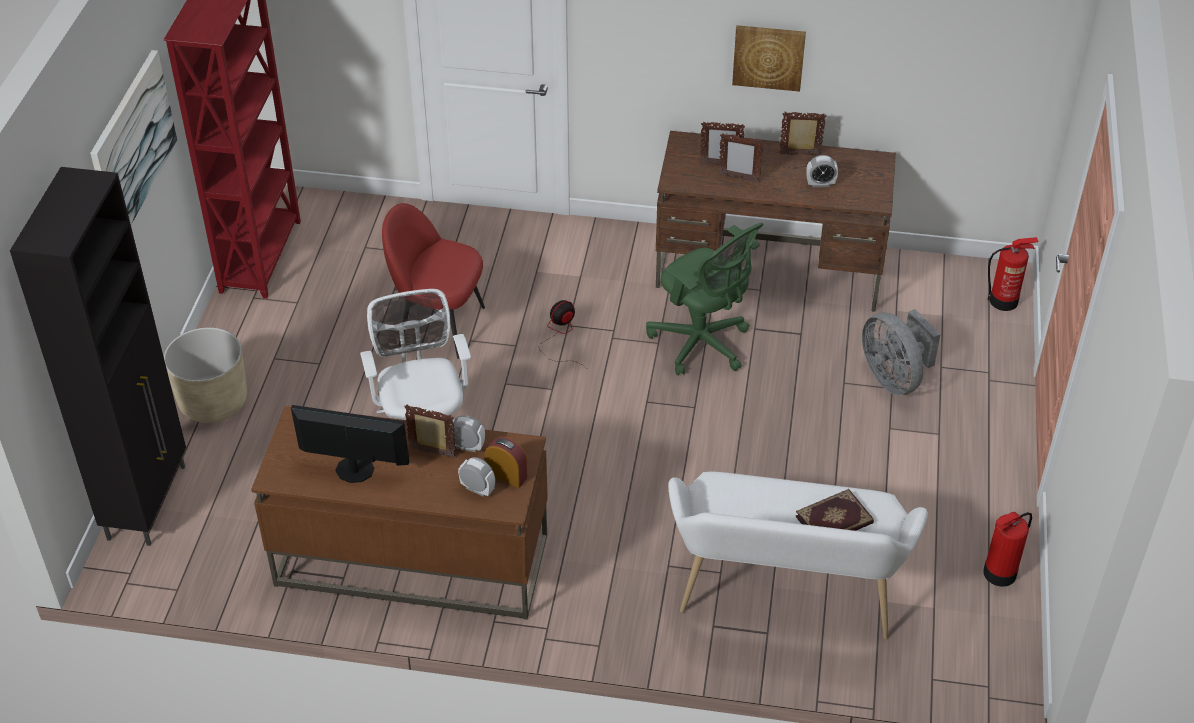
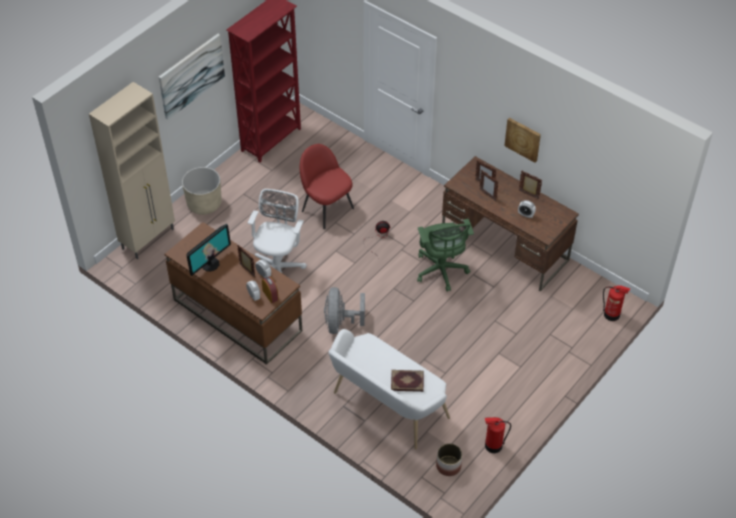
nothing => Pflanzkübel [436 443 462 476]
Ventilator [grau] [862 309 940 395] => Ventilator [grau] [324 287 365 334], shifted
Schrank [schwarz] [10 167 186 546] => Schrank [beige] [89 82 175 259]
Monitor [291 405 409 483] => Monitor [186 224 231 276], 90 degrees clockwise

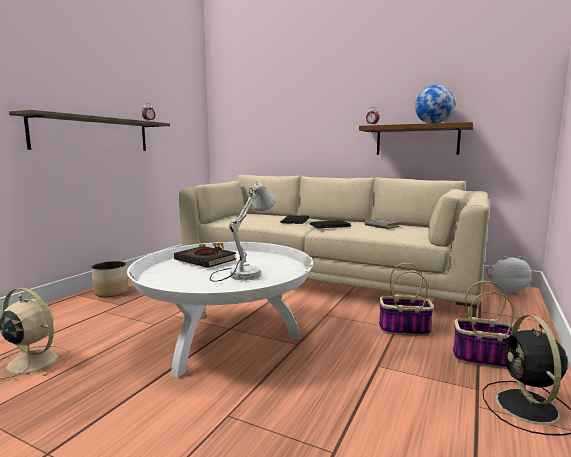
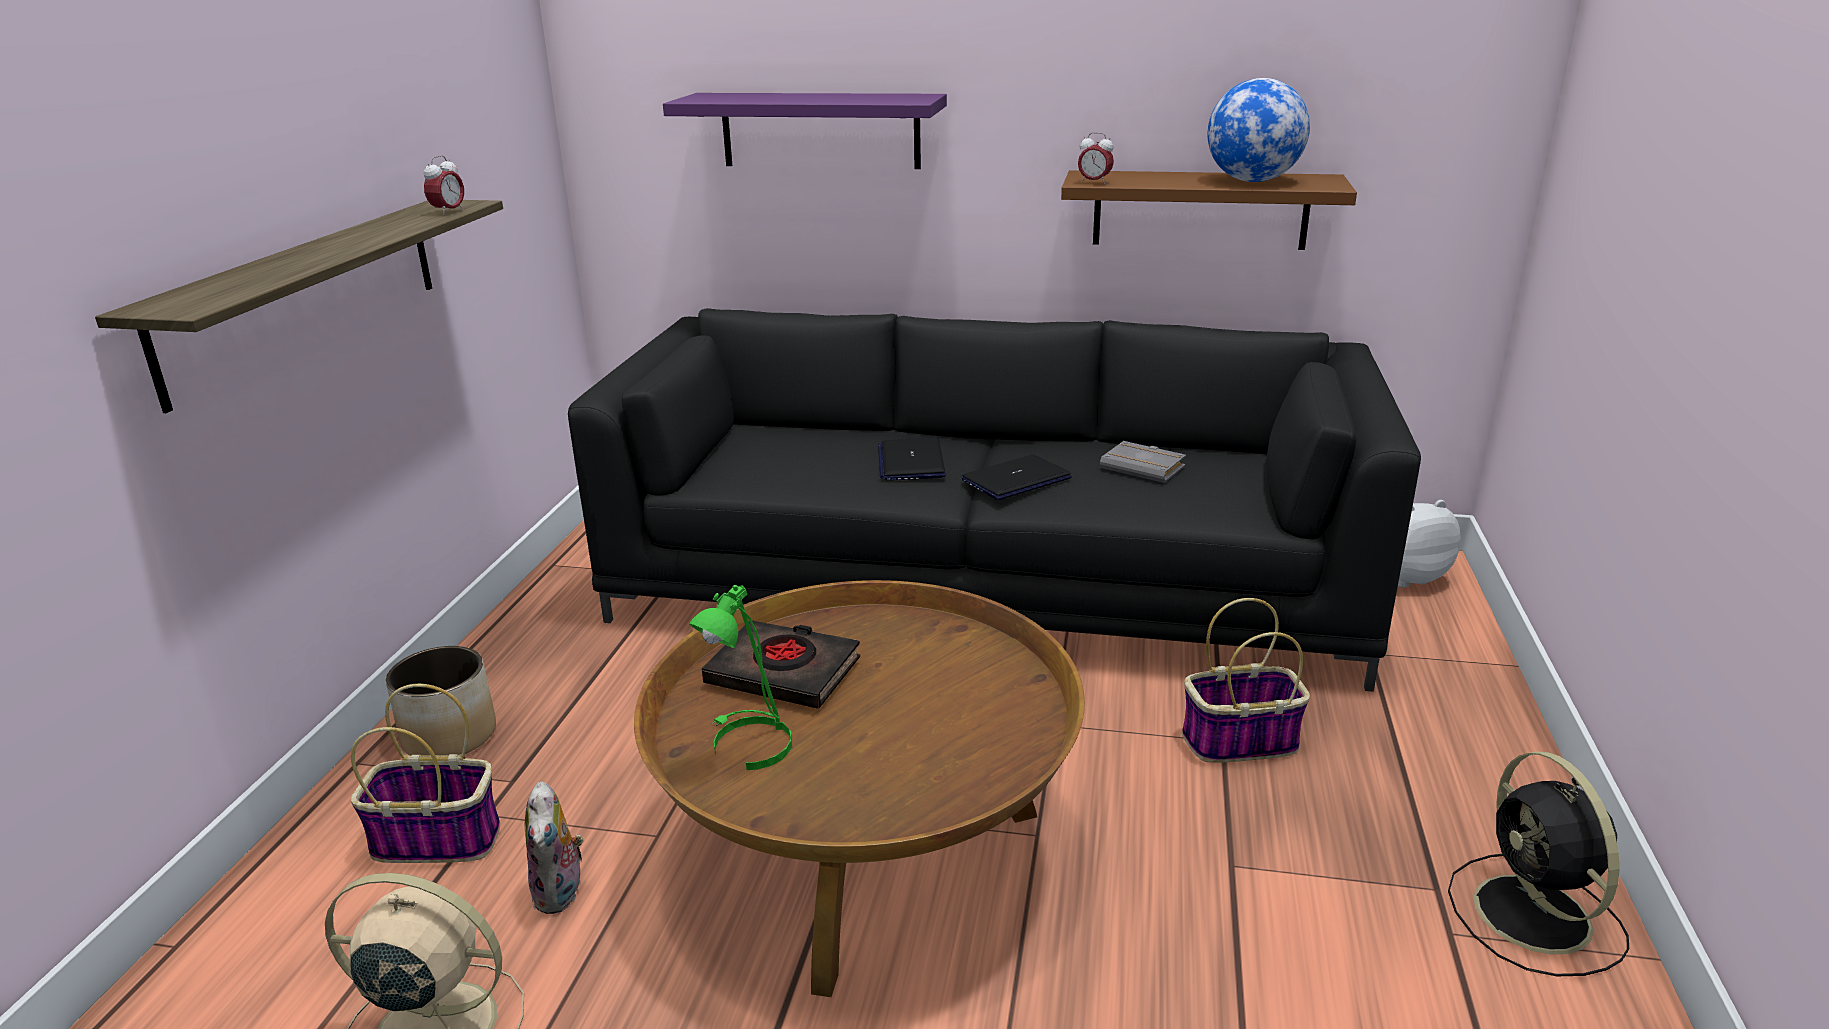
Tischlampe [weiß] [210 182 276 282] => nothing
nothing => Plüschtier [525 781 584 914]
nothing => Wandregal [lila] [663 93 947 169]
nothing => Tischlampe [grün] [689 585 792 770]
Korb [453 281 520 369] => Korb [351 684 500 863], shifted
Couchtisch [weiß] [127 242 313 378] => Couchtisch [braun] [634 580 1085 997]
Sofa [beige] [179 175 489 317] => Sofa [schwarz] [568 308 1421 692]

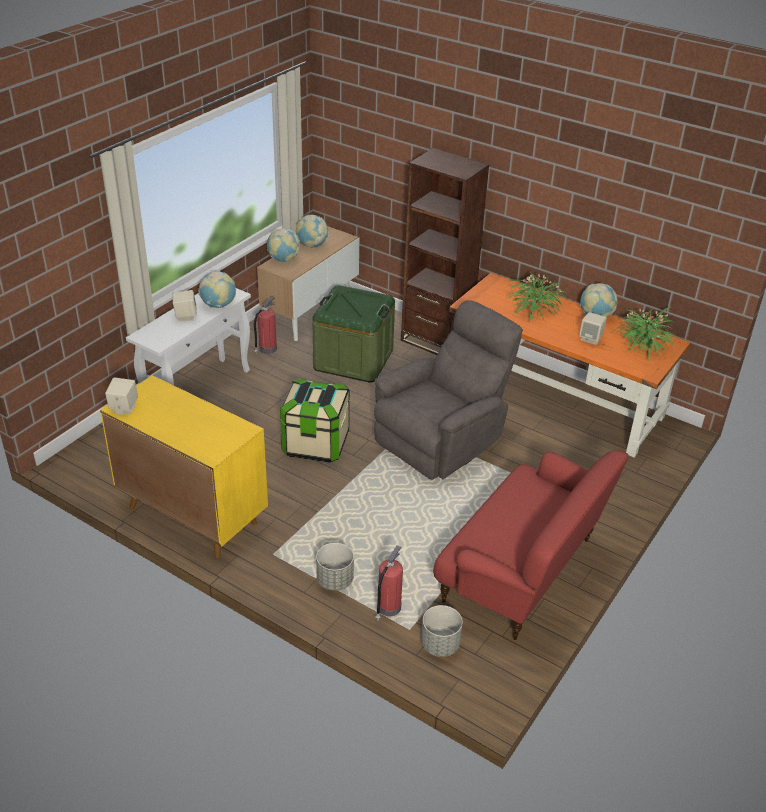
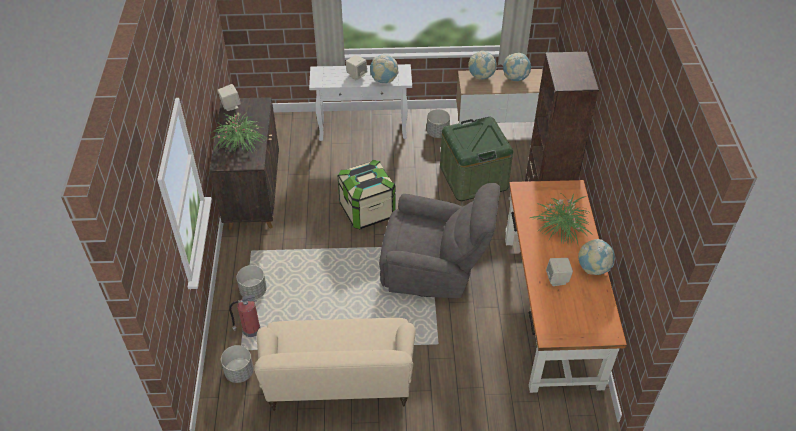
Topfpflanze [612 307 675 358] => Topfpflanze [209 112 268 154], shifted
Feuerlöscher [254 297 277 355] => Pflanzkübel [grau] [427 109 450 138]
Schrank [gelb] [100 375 268 558] => Schrank [braun] [210 97 279 229]
Sofa [rot] [433 450 629 640] => Sofa [beige] [254 318 416 411]

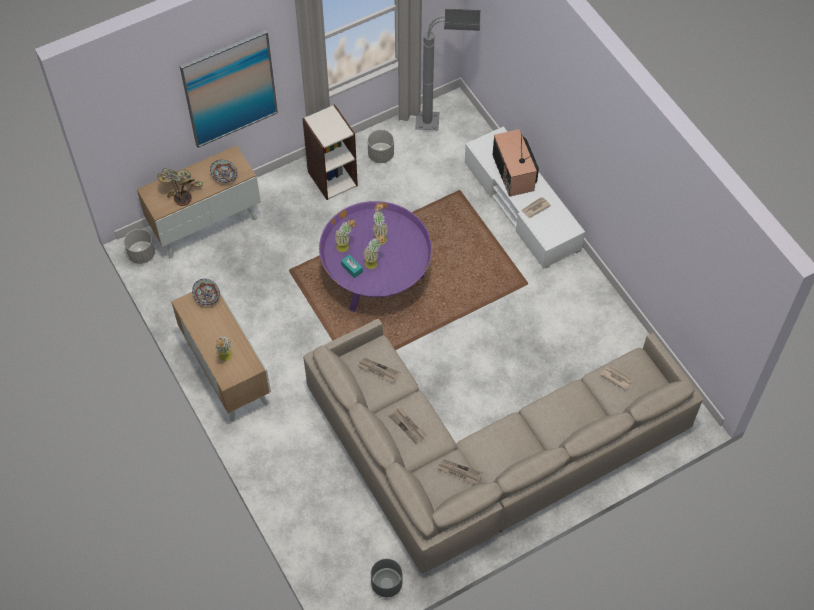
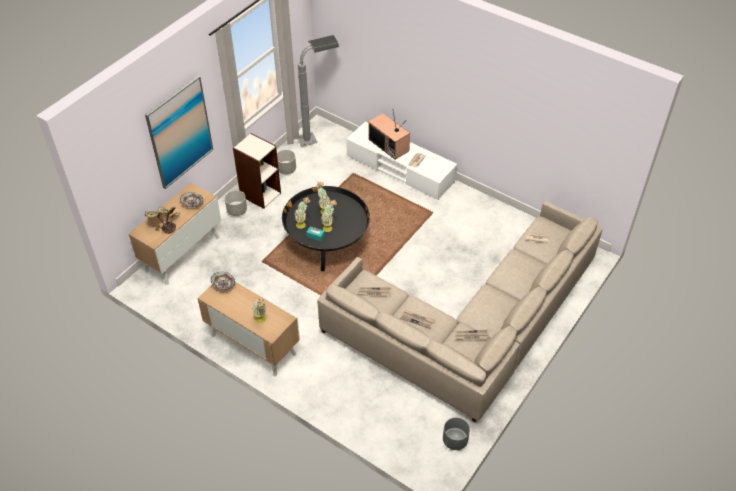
Pflanzkübel [grau] [124 229 155 264] => Pflanzkübel [grau] [225 190 247 216], shifted
Couchtisch [lila] [319 201 432 312] => Couchtisch [schwarz] [282 186 370 271]

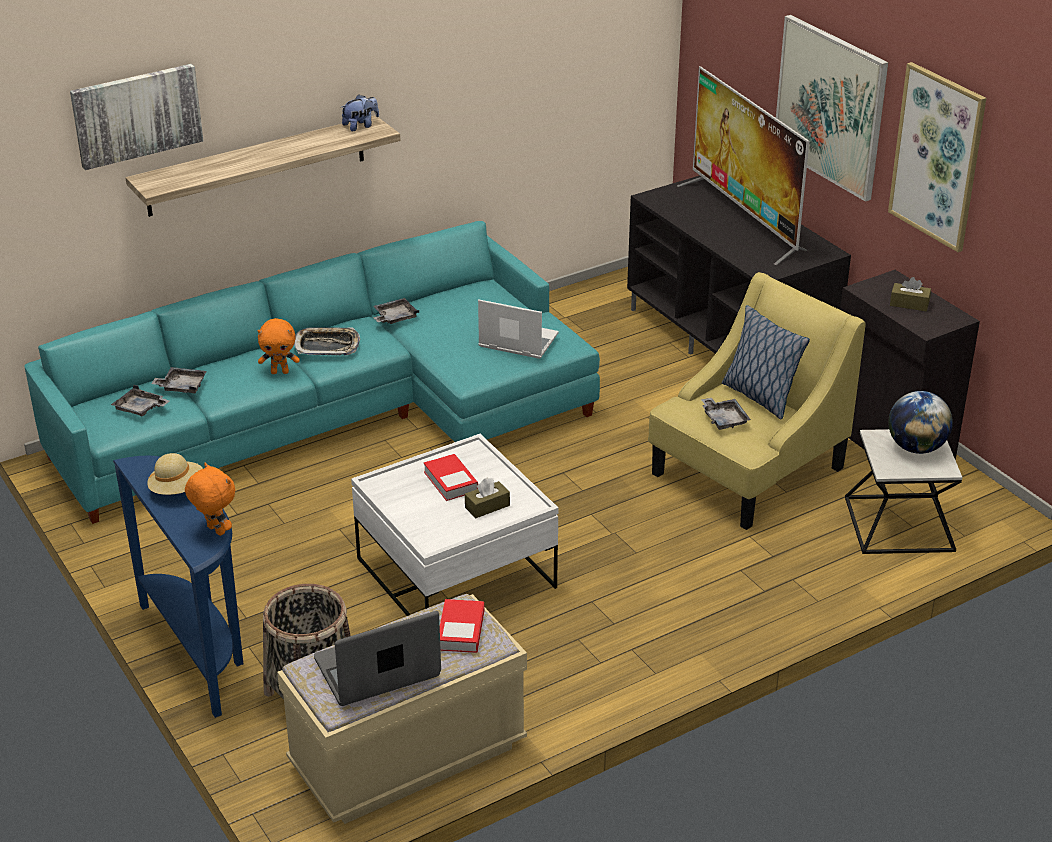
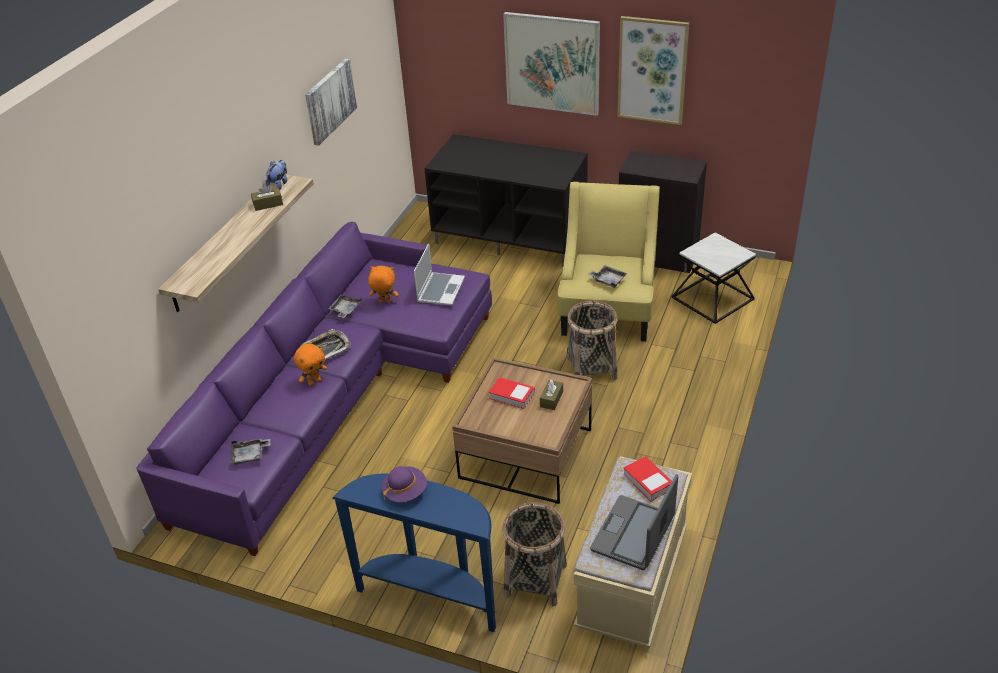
Tablett [grau] [151 367 207 393] => nothing
Fernseher [677 66 809 265] => nothing
Kissen [722 305 810 419] => nothing
Globus [888 391 953 454] => nothing
nothing => Korb [567 301 618 381]
Bild [70 64 203 170] => Bild [305 58 357 146], shifted
Plüschtier [orange] [185 463 235 536] => Plüschtier [orange] [368 266 398 303], shifted
Taschentuchbox [braun] [890 277 931 311] => Taschentuchbox [braun] [251 184 283 211], shifted
Sofa [türkis] [25 221 600 524] => Sofa [lila] [137 222 492 556]
Hut [beige] [147 453 203 495] => Hut [lila] [382 466 427 502]
Couchtisch [weiß] [351 434 559 616] => Couchtisch [braun] [452 357 592 504]
Laptop [478 299 559 359] => Laptop [414 244 465 306], 120 degrees clockwise

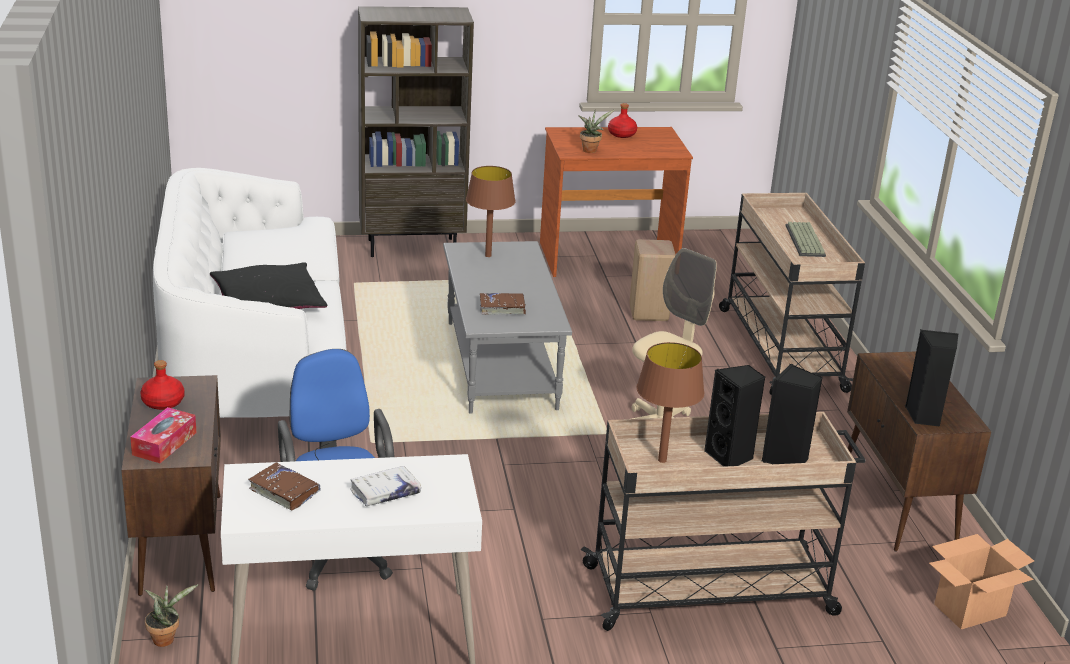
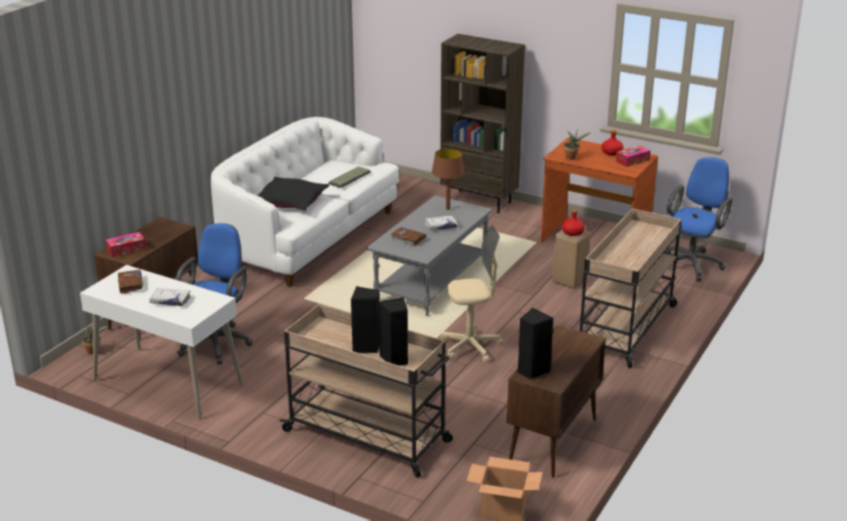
Tischlampe [braun] [636 342 704 463] => nothing
nothing => Buch [weiß] [424 216 458 230]
nothing => Taschentuchbox [616 145 651 167]
nothing => Bürostuhl [blau] [665 157 732 281]
Flasche [rot] [140 360 185 410] => Flasche [rot] [562 209 585 236], shifted
Tastatur [785 222 826 257] => Tastatur [328 166 371 188], shifted

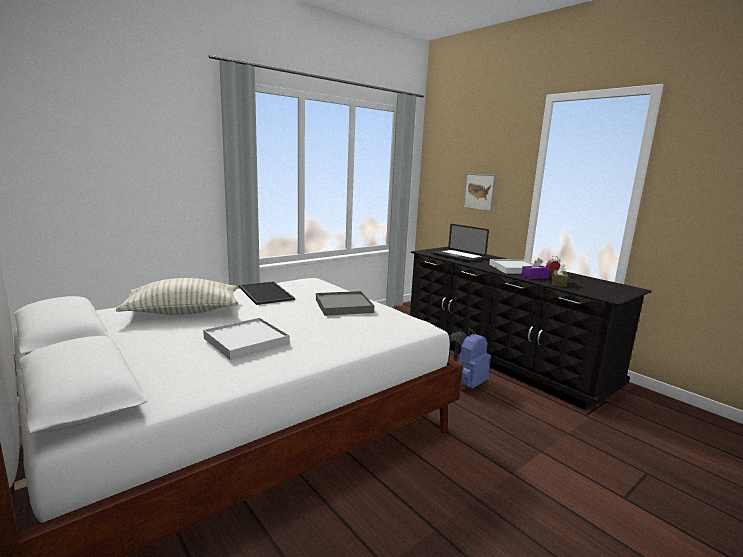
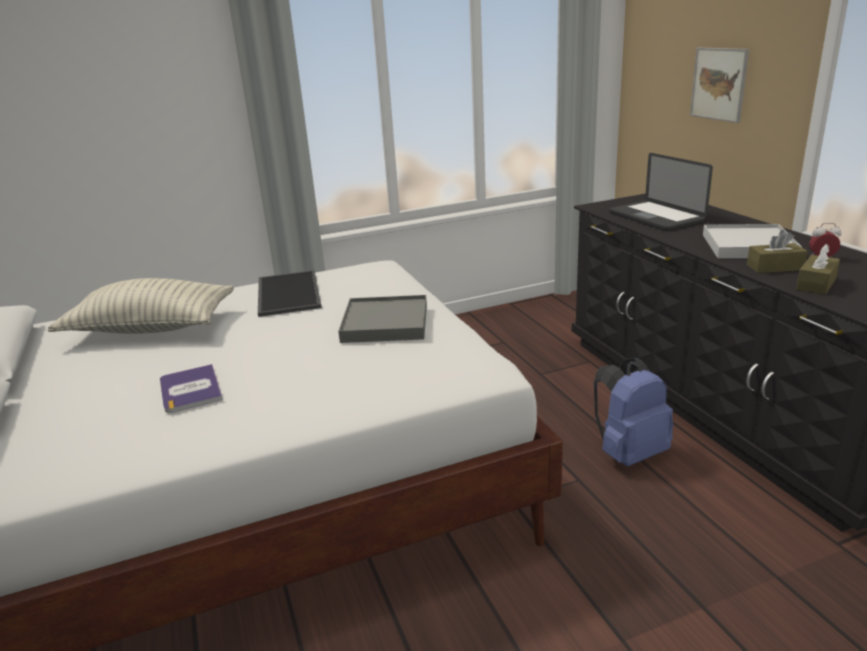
Tablett [weiß] [203 318 290 360] => Buch [160 364 223 413]
Taschentuchbox [lila] [521 258 550 279] => Taschentuchbox [braun] [747 230 808 273]

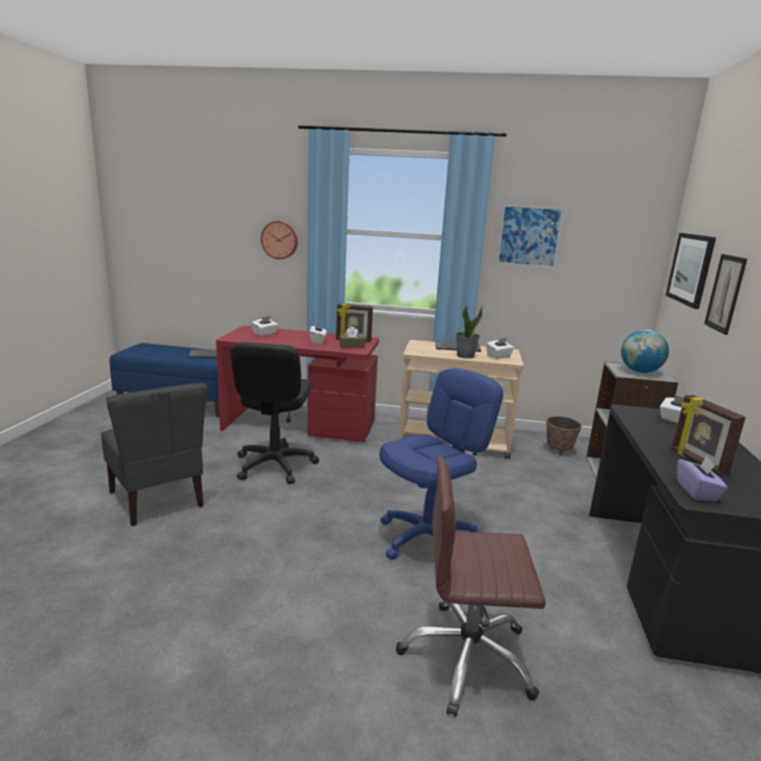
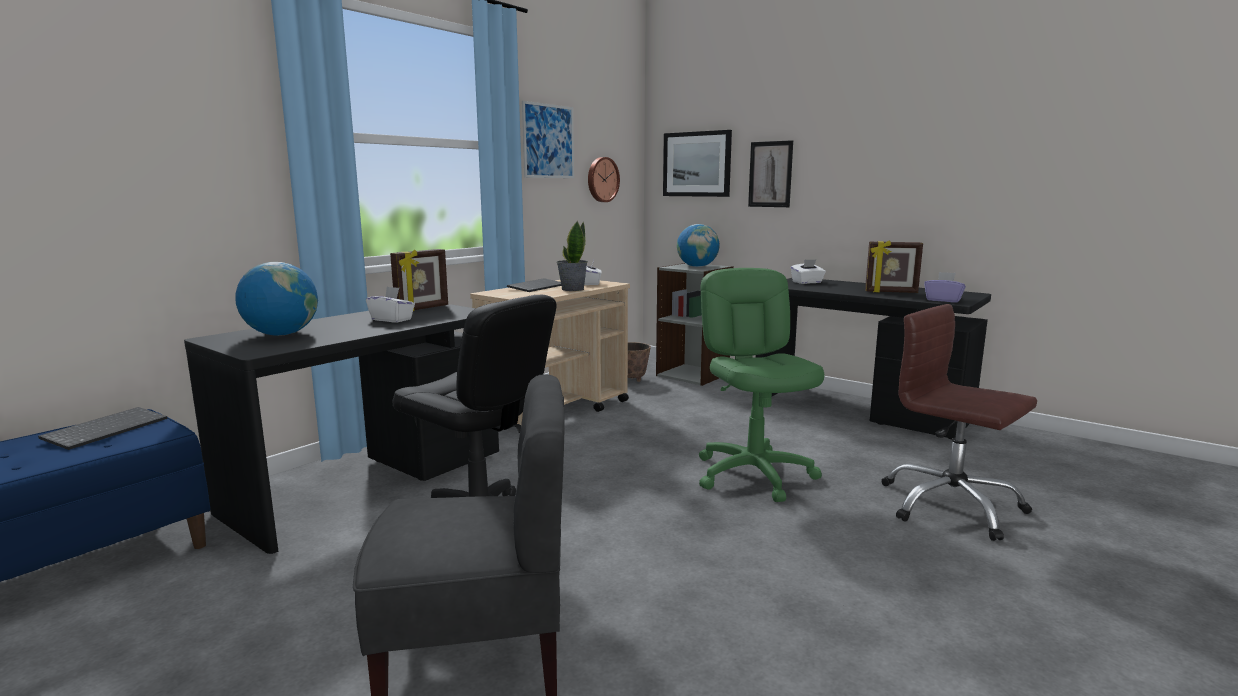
Taschentuchbox [braun] [339 327 365 348] => nothing
Wanduhr [261 221 298 259] => Wanduhr [588 157 620 202], shifted
Taschentuchbox [weiß] [251 316 278 336] => Globus [235 262 318 336]
Schreibtisch [rot] [216 326 379 442] => Schreibtisch [schwarz] [184 304 499 554]
Bürostuhl [blau] [379 368 503 560] => Bürostuhl [grün] [699 268 825 502]
Bürostuhl [braun] [396 456 546 717] => Bürostuhl [braun] [881 304 1037 541], 105 degrees clockwise

